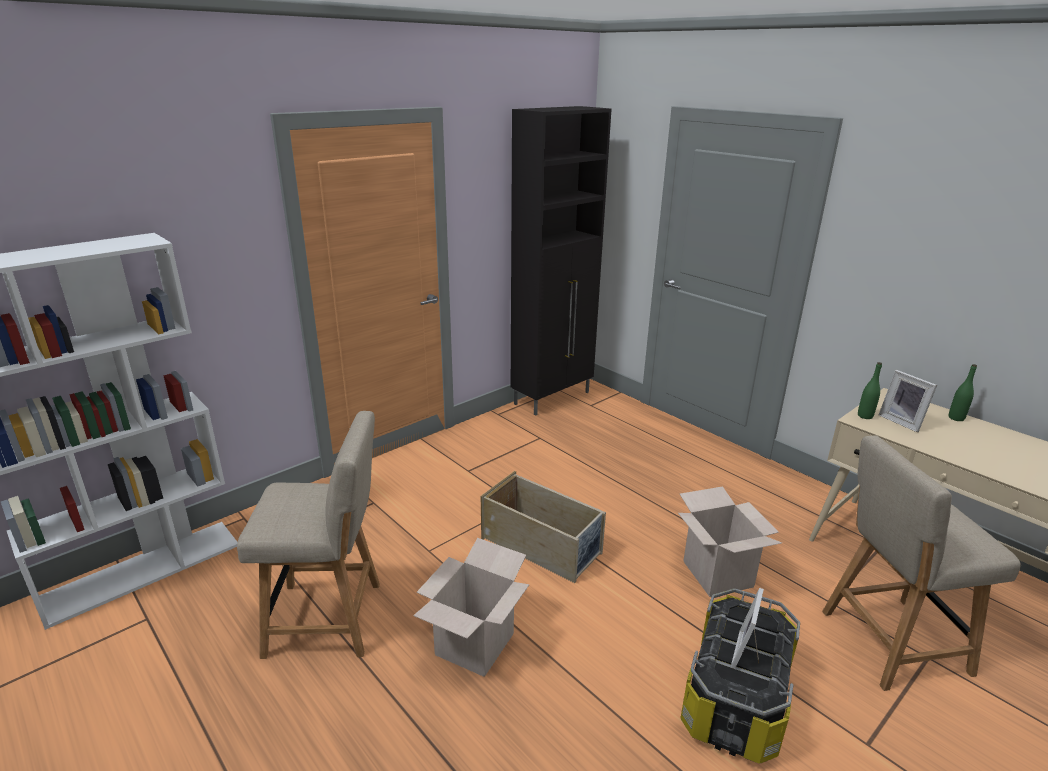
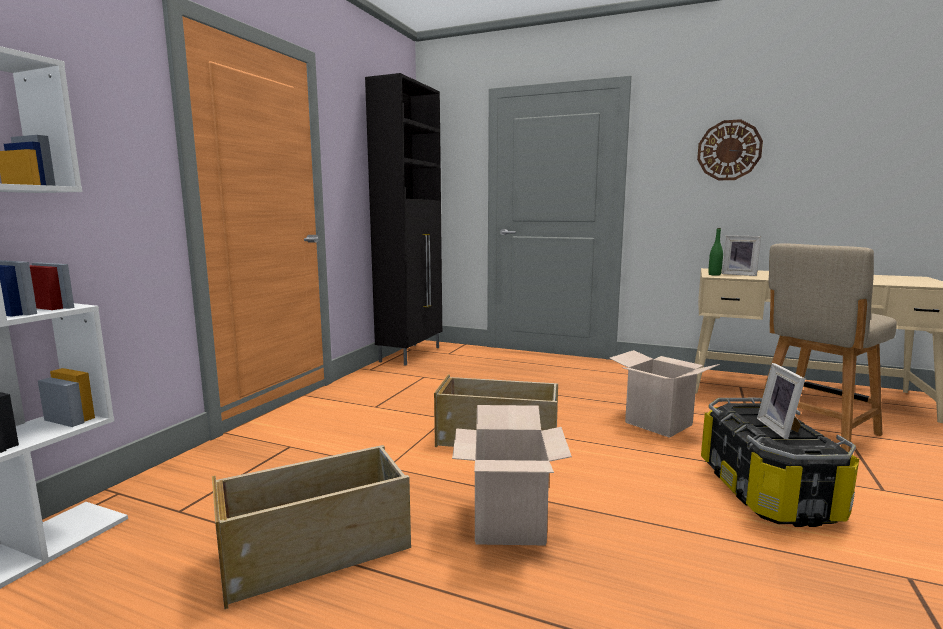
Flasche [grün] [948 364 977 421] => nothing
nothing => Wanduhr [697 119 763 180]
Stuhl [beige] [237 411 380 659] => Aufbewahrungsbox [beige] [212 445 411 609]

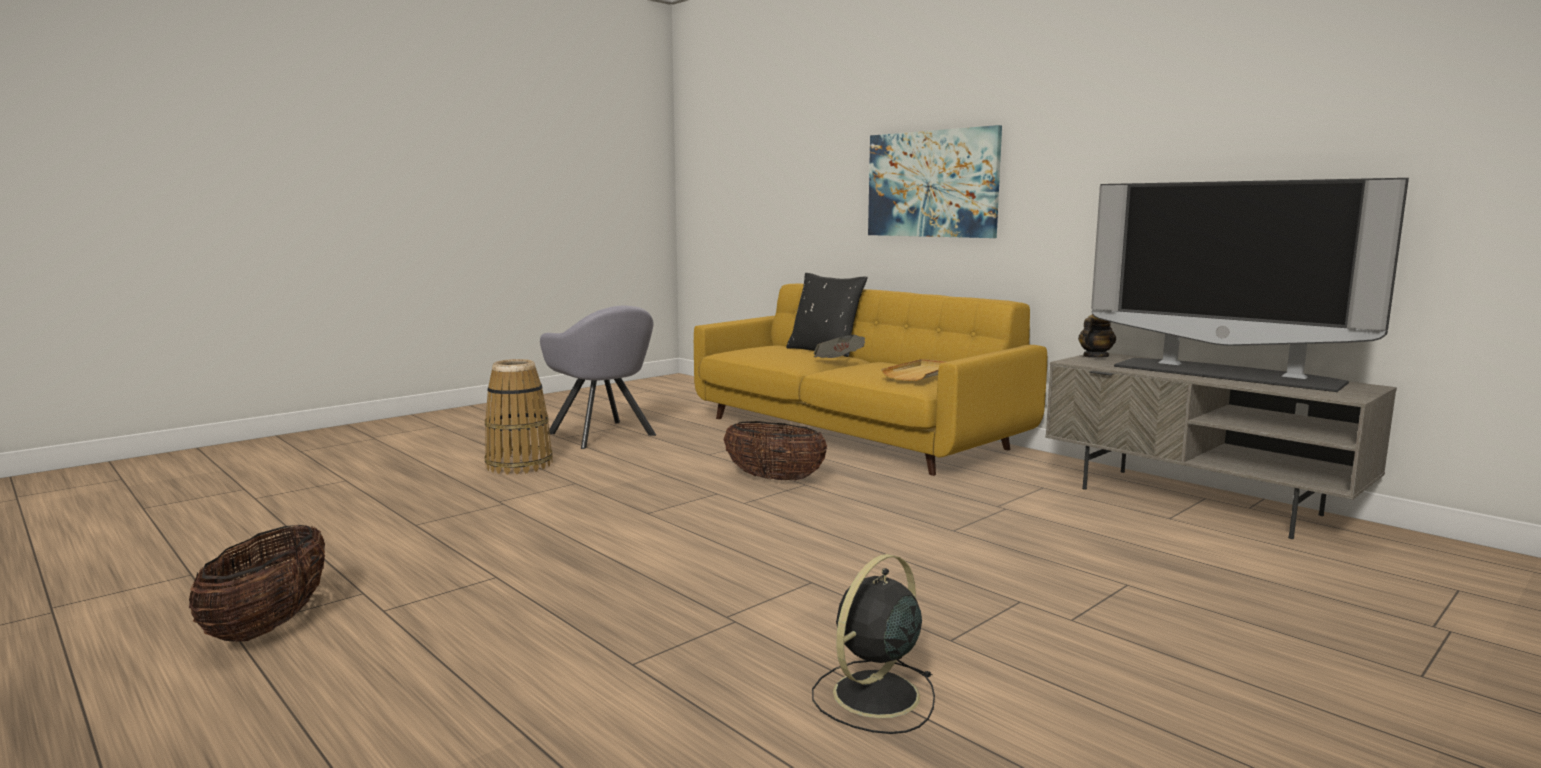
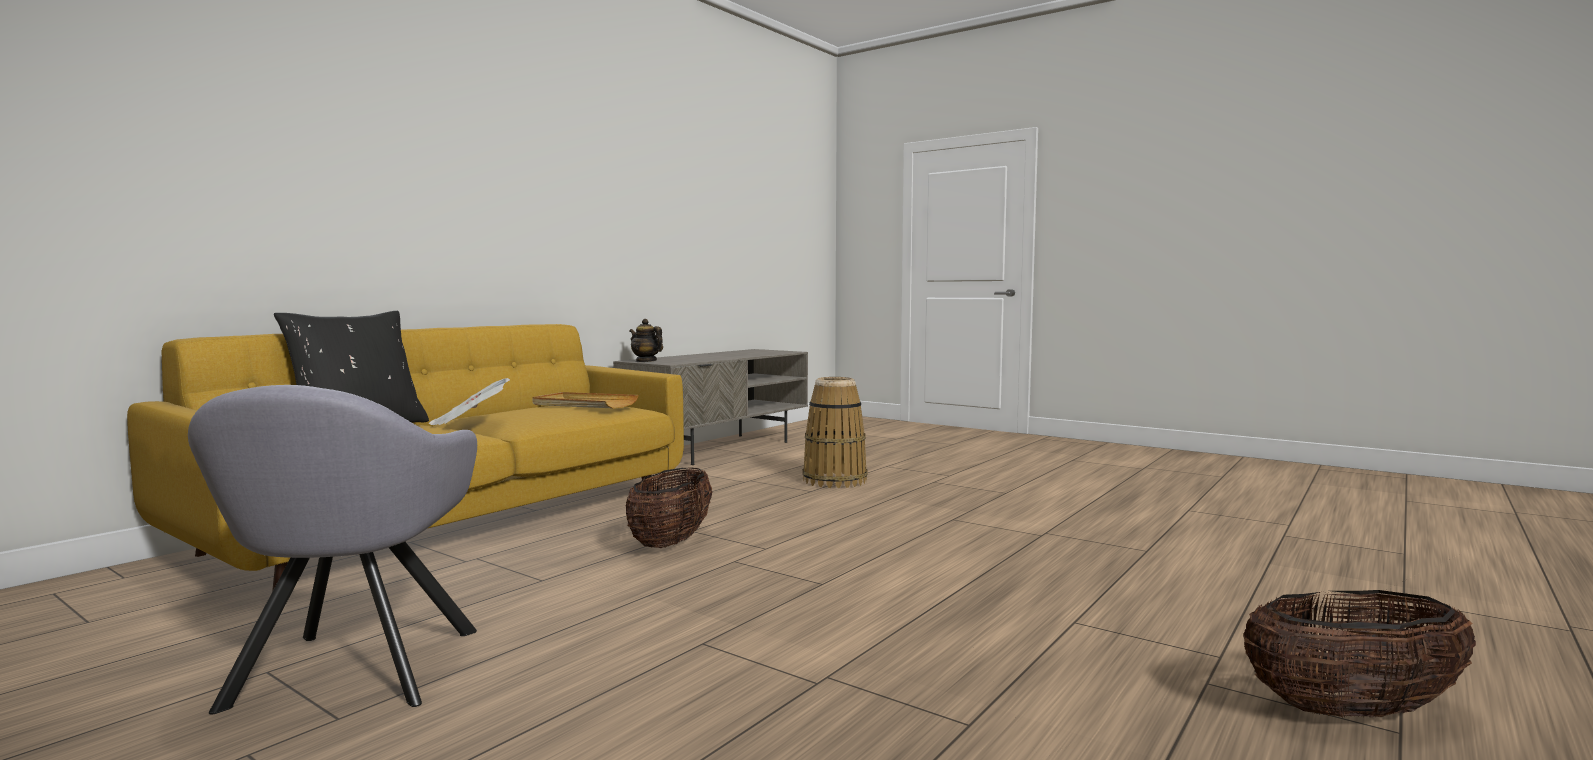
Ventilator [schwarz] [812 554 935 734] => nothing
Bild [868 125 1002 238] => nothing
Fernseher [1091 178 1409 392] => nothing
Korb [485 359 553 474] => Korb [803 377 867 488], shifted
Sessel [grau] [540 306 656 449] => Sessel [grau] [188 385 477 714], 135 degrees clockwise

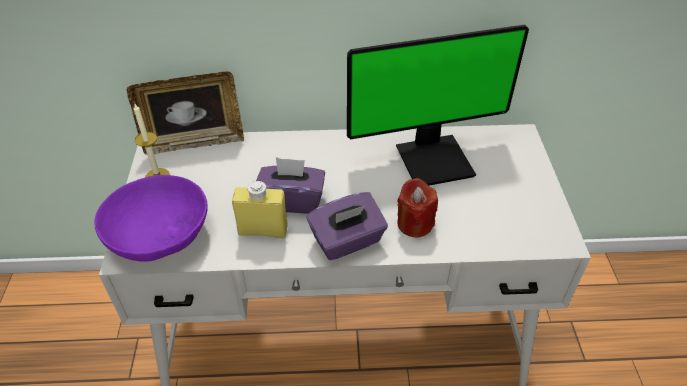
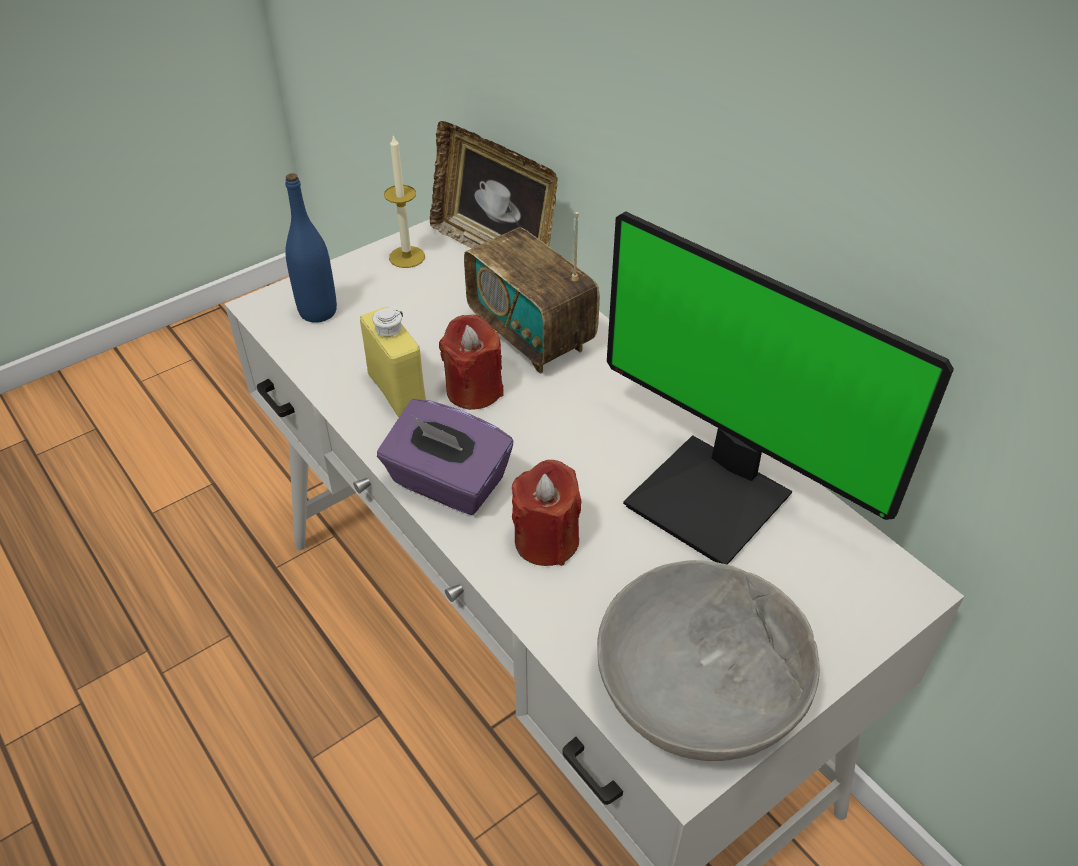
nothing => Radio [464 212 600 374]
nothing => Schüssel [grau] [597 560 820 761]
Schüssel [lila] [94 175 208 262] => Flasche [blau] [285 174 337 323]
Taschentuchbox [lila] [256 157 325 214] => Kerze [rot] [439 314 504 410]

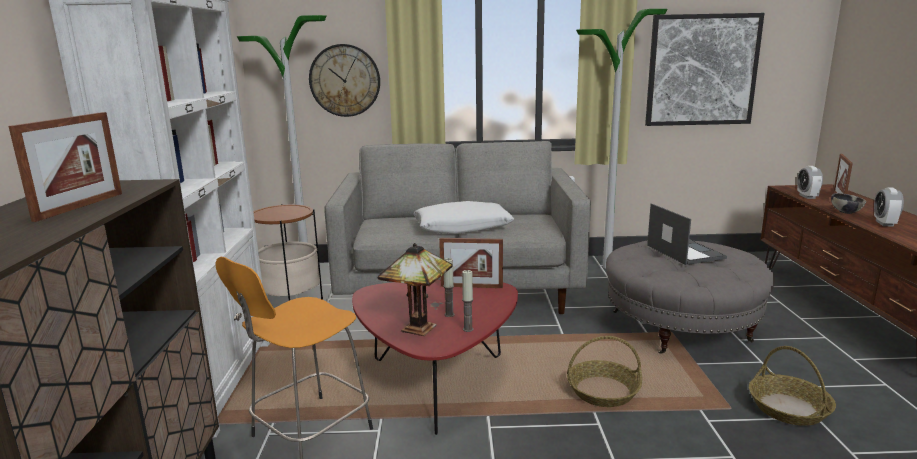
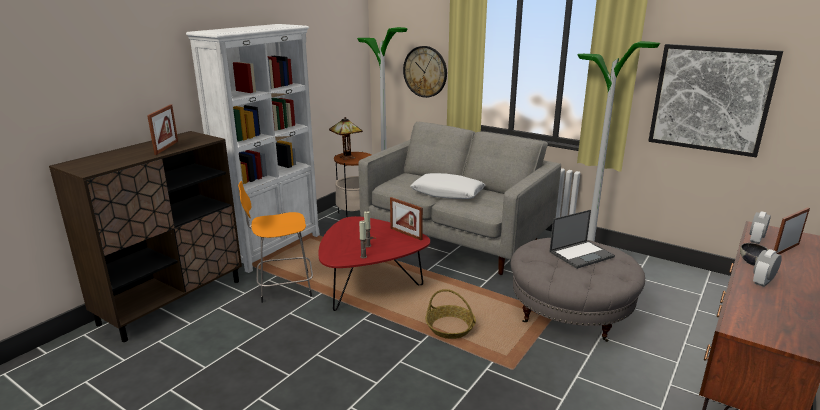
Korb [749 346 836 426] => nothing
Tischlampe [378 243 453 337] => Tischlampe [329 117 363 160], shifted
Bilderrahmen [8 112 122 222] => Bilderrahmen [147 105 178 155], 45 degrees counterclockwise
Laptop [647 203 727 265] => Laptop [549 210 615 269], 45 degrees clockwise

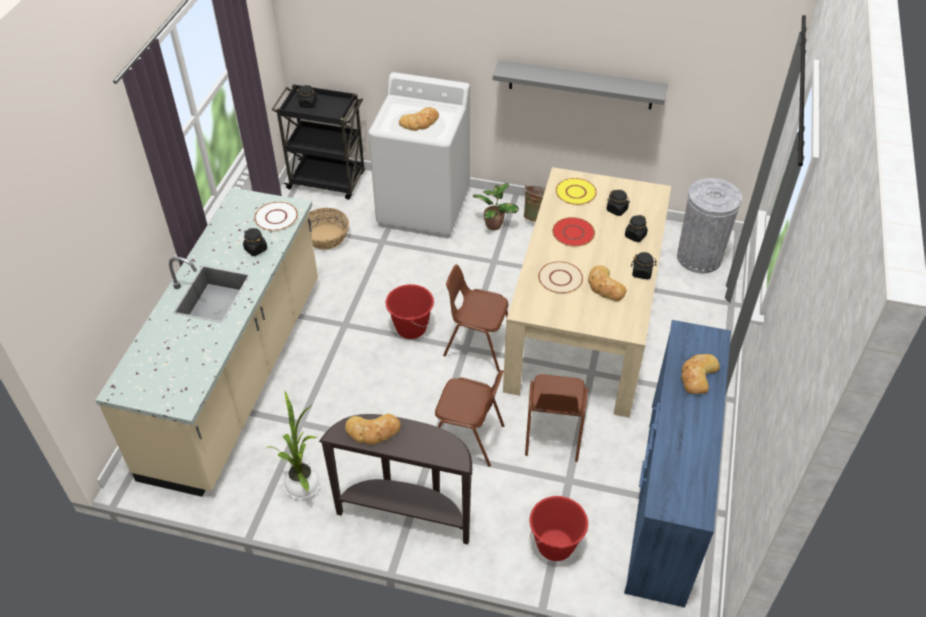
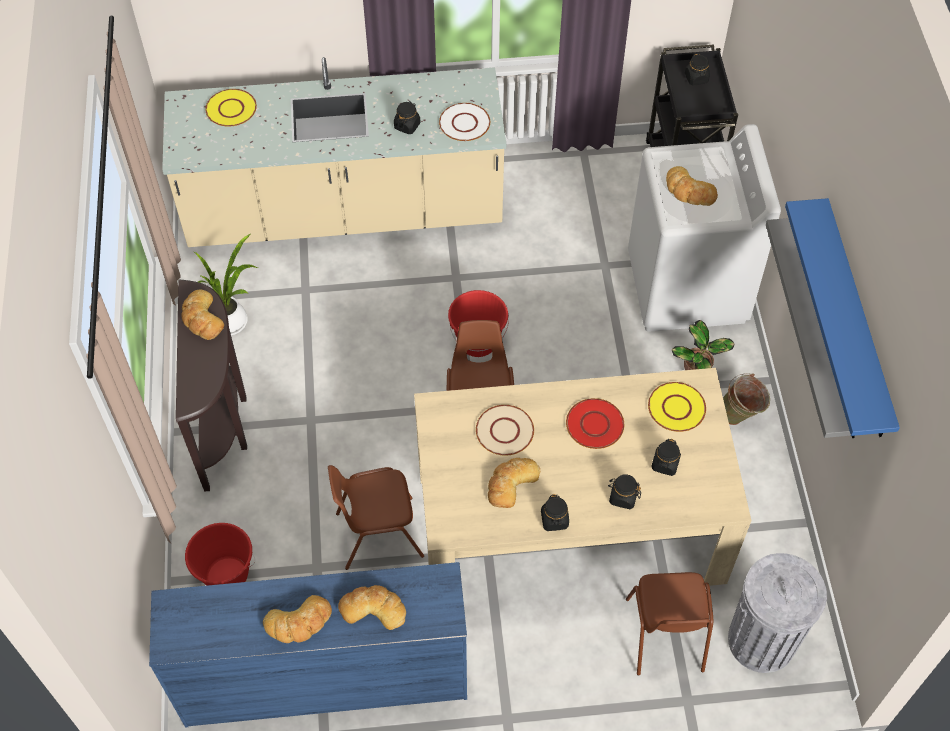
Korb [308 208 349 250] => nothing
nothing => Teller [gelb] [205 89 257 127]
nothing => Brot [263 595 332 643]
nothing => Wandregal [blau] [785 198 900 437]
Stuhl [braun] [435 370 504 467] => Stuhl [braun] [626 572 713 676], shifted

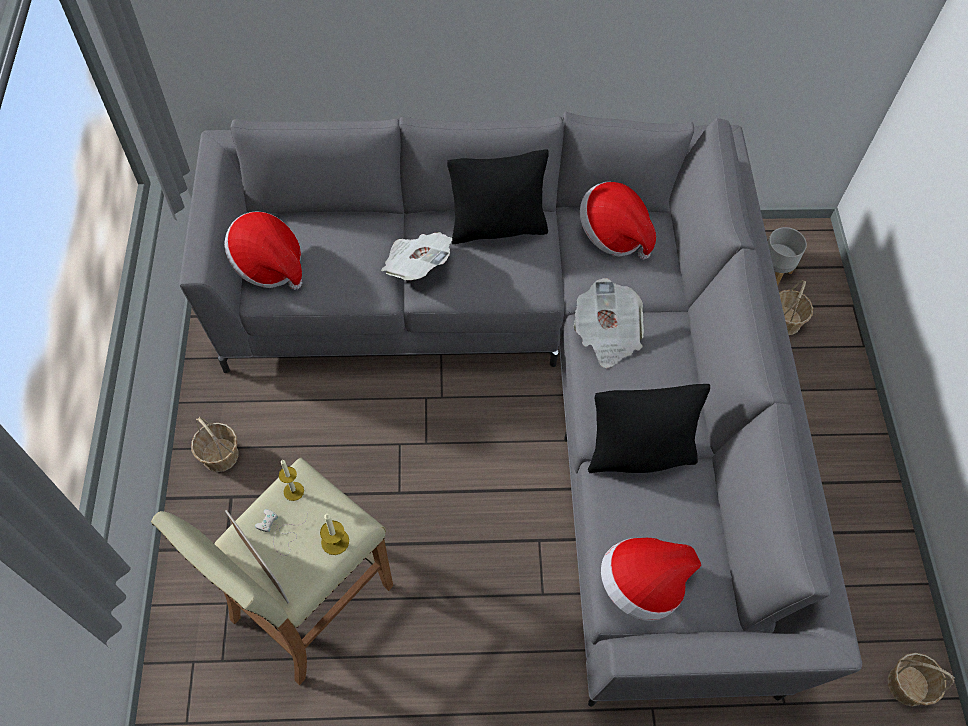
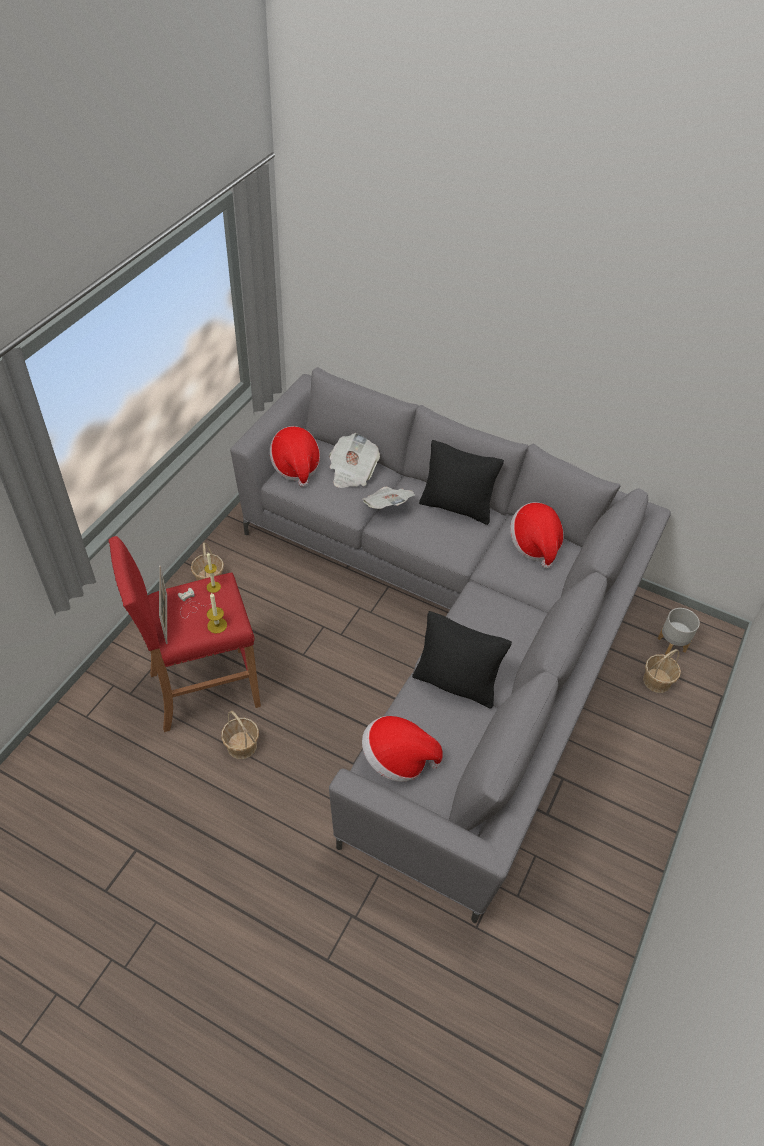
Zeitung [574 278 644 368] => Zeitung [329 433 380 488], shifted
Korb [888 653 955 706] => Korb [221 710 259 759], shifted
Hocker [beige] [151 457 393 685] => Hocker [rot] [109 536 261 732]

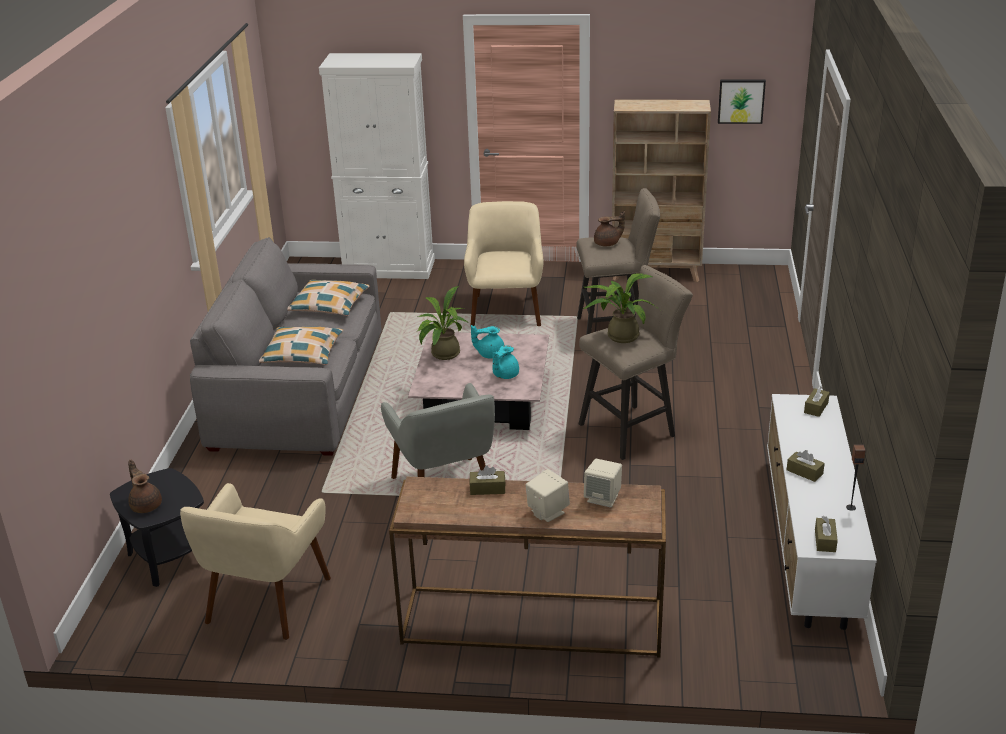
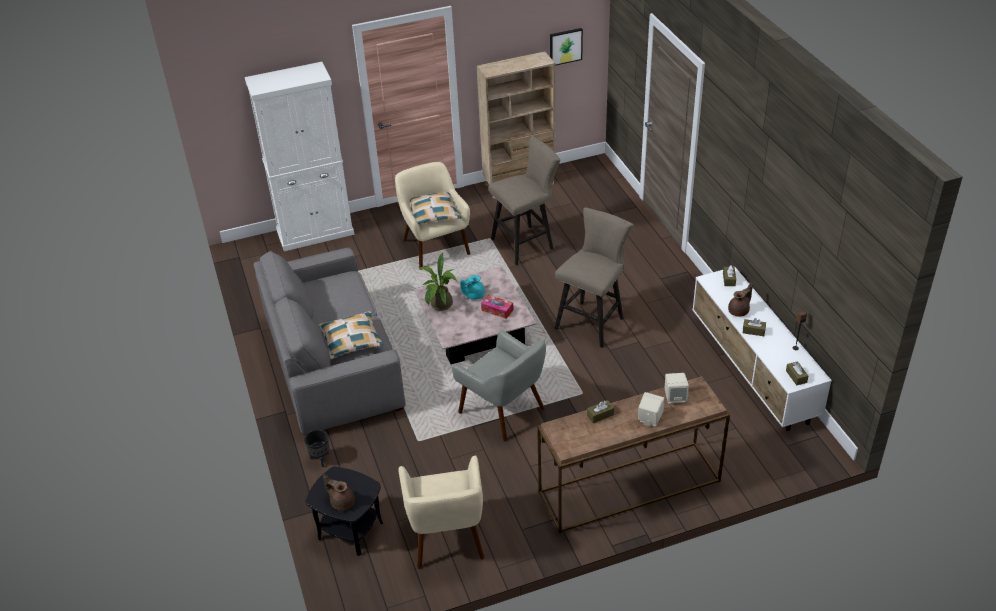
Topfpflanze [583 273 660 343] => nothing
nothing => Pflanzkübel [schwarz] [304 430 330 467]
Kissen [287 280 370 316] => Kissen [409 192 461 225], shifted
Teekanne [braun] [594 211 625 246] => Teekanne [braun] [728 283 753 317], shifted
Teekanne [türkis] [493 345 519 379] => Taschentuchbox [481 295 514 319]

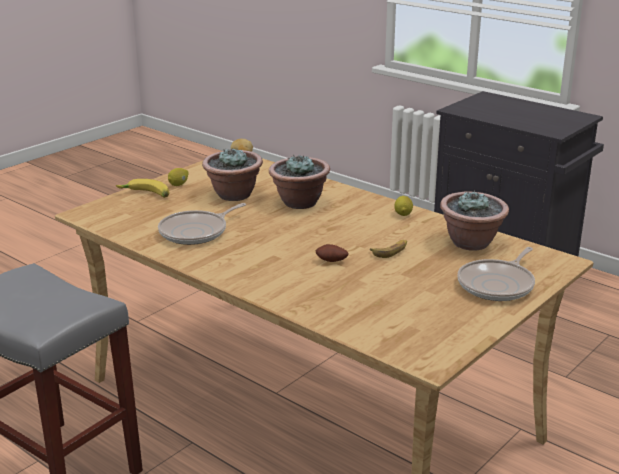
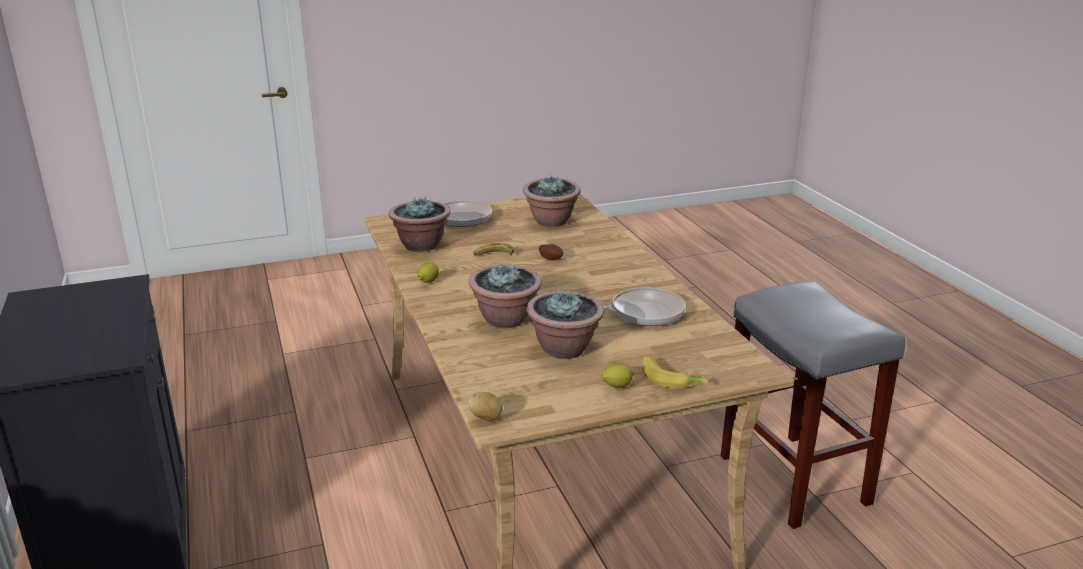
nothing => Topfpflanze [523 176 581 227]

